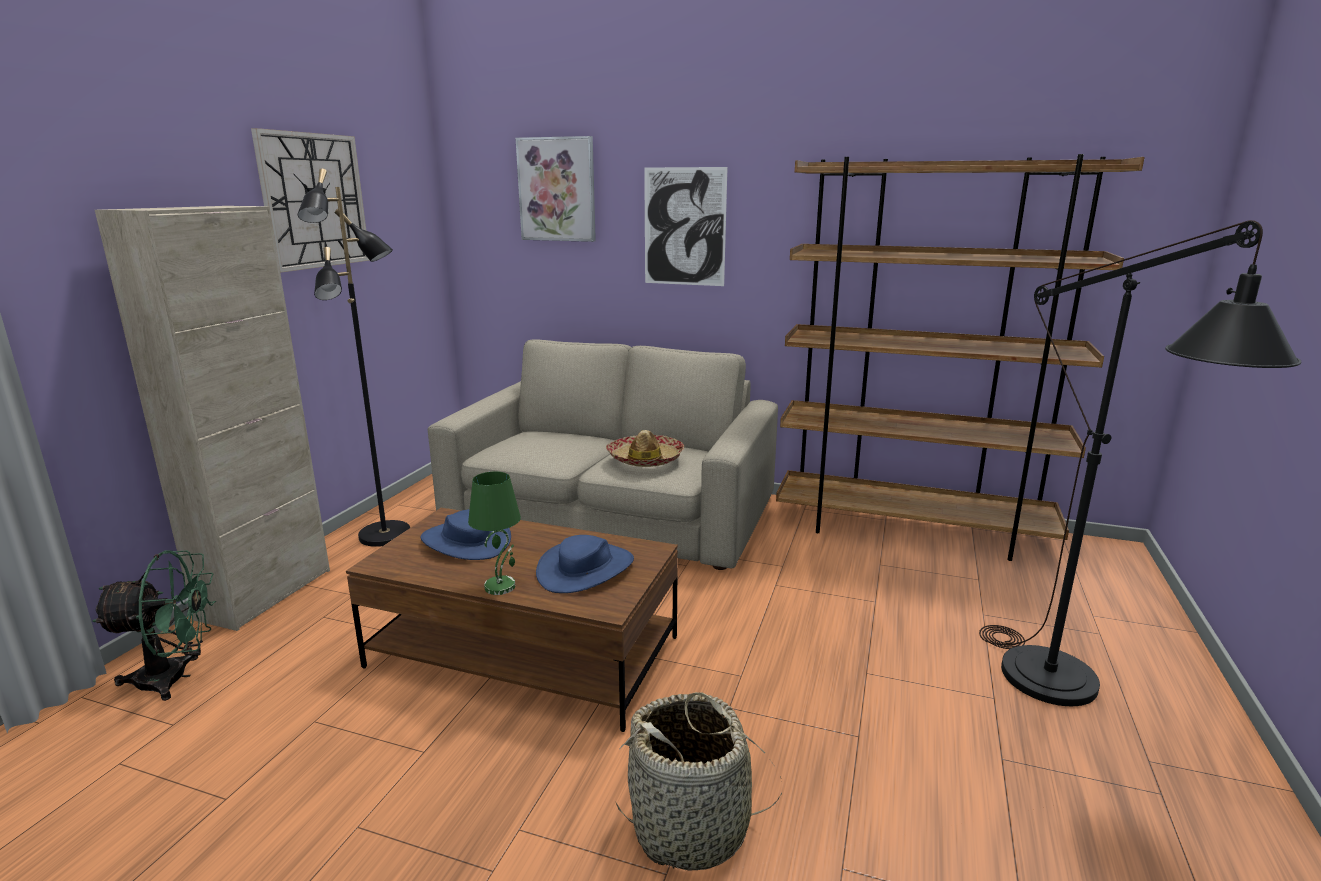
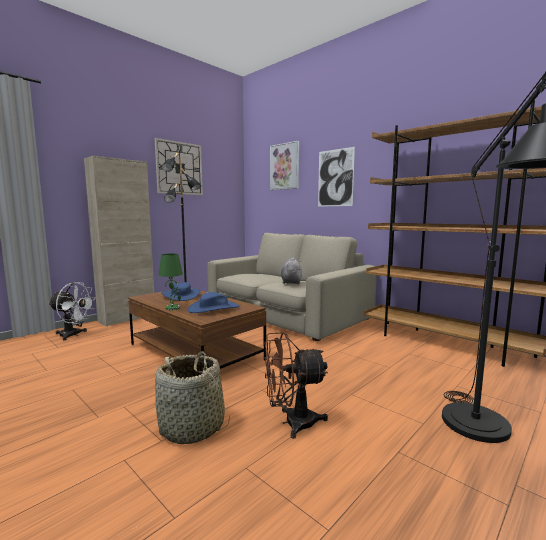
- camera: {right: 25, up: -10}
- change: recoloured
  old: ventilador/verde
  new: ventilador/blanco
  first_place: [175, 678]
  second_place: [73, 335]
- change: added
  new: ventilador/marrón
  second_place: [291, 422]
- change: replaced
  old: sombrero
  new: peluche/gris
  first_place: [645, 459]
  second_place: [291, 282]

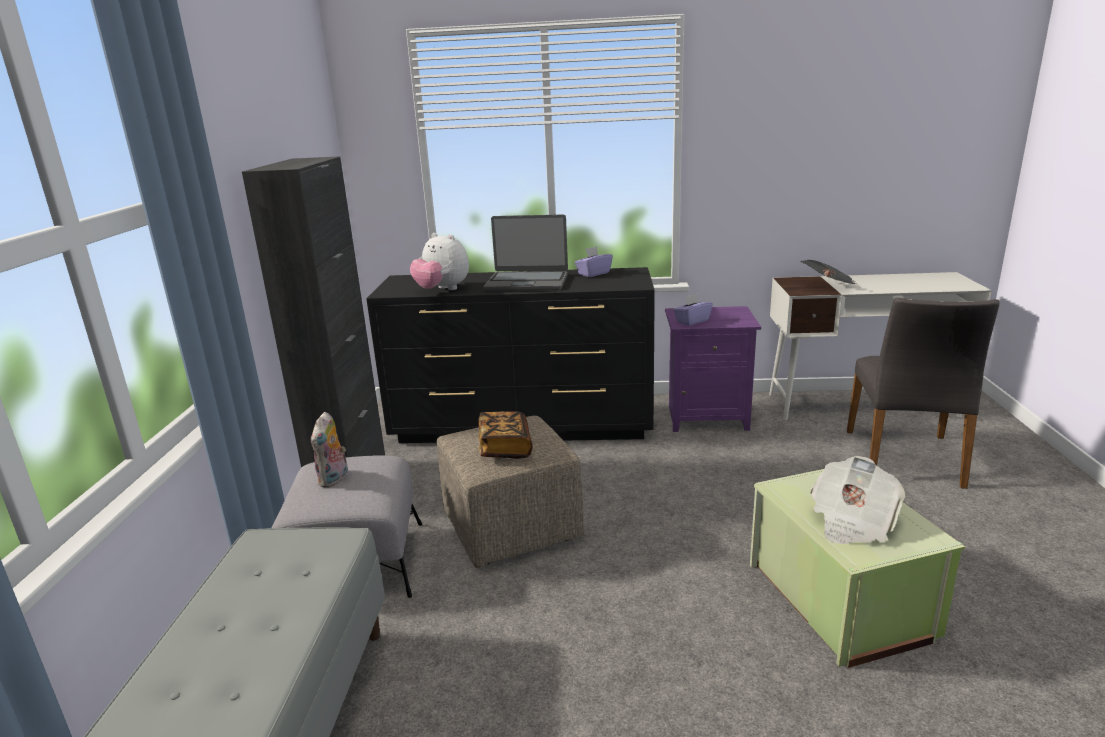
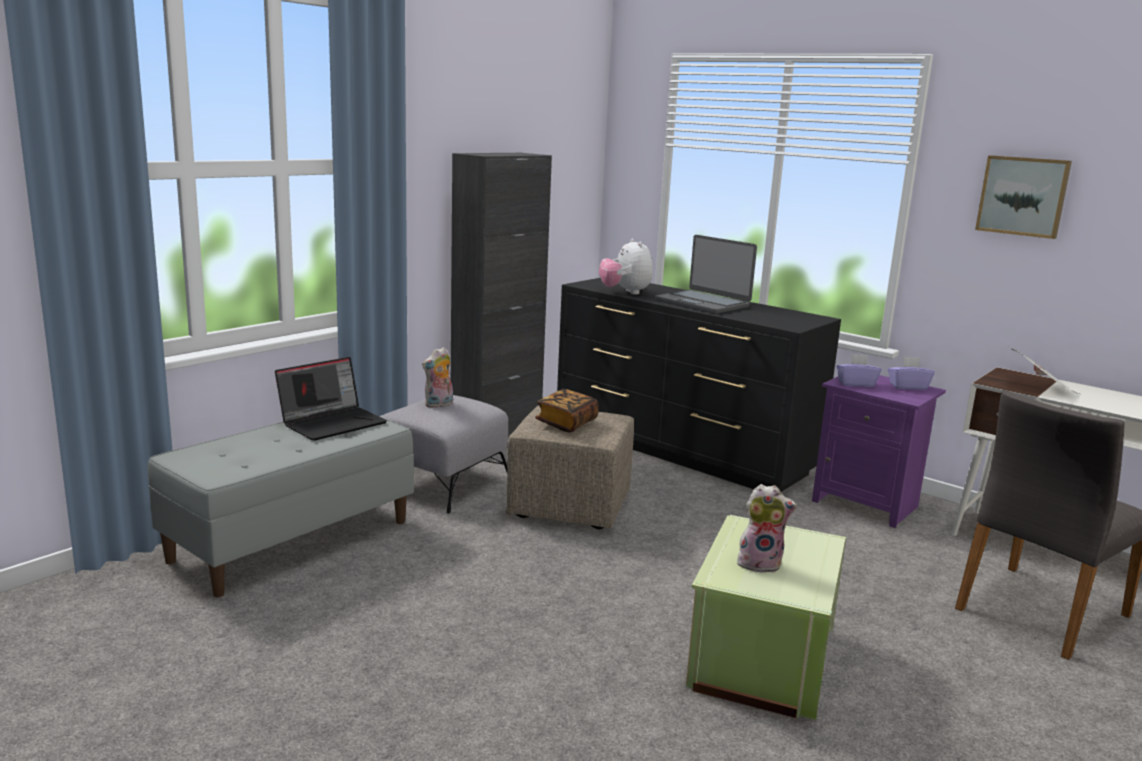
- camera: {right: 35, up: -5}
- change: added
  new: portátil
  second_place: [333, 422]
- change: replaced
  old: periódico
  new: peluche
  first_place: [852, 522]
  second_place: [760, 563]
- change: moved
  old: caja de pañuelos/morado
  first_place: [593, 273]
  second_place: [908, 386]
- change: added
  new: cuadro
  second_place: [1023, 196]

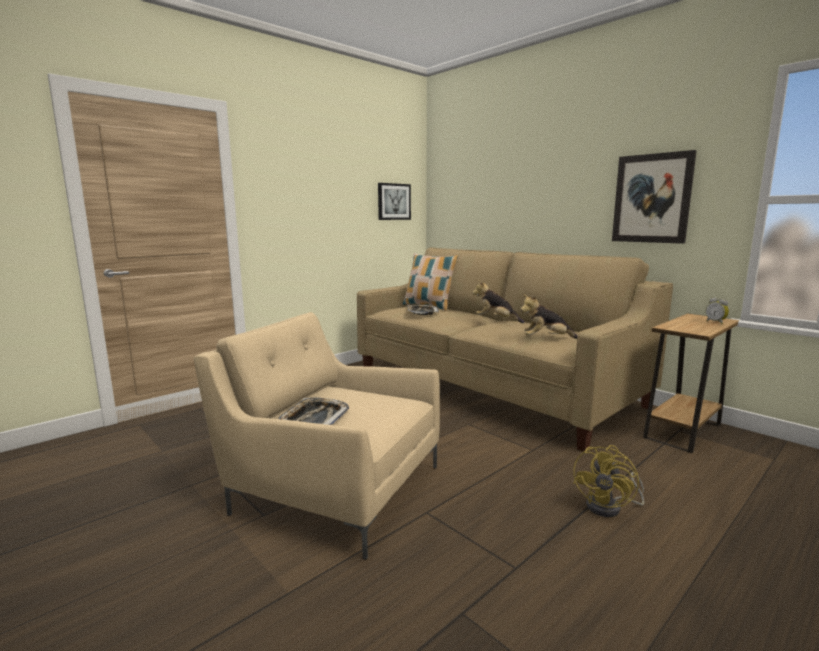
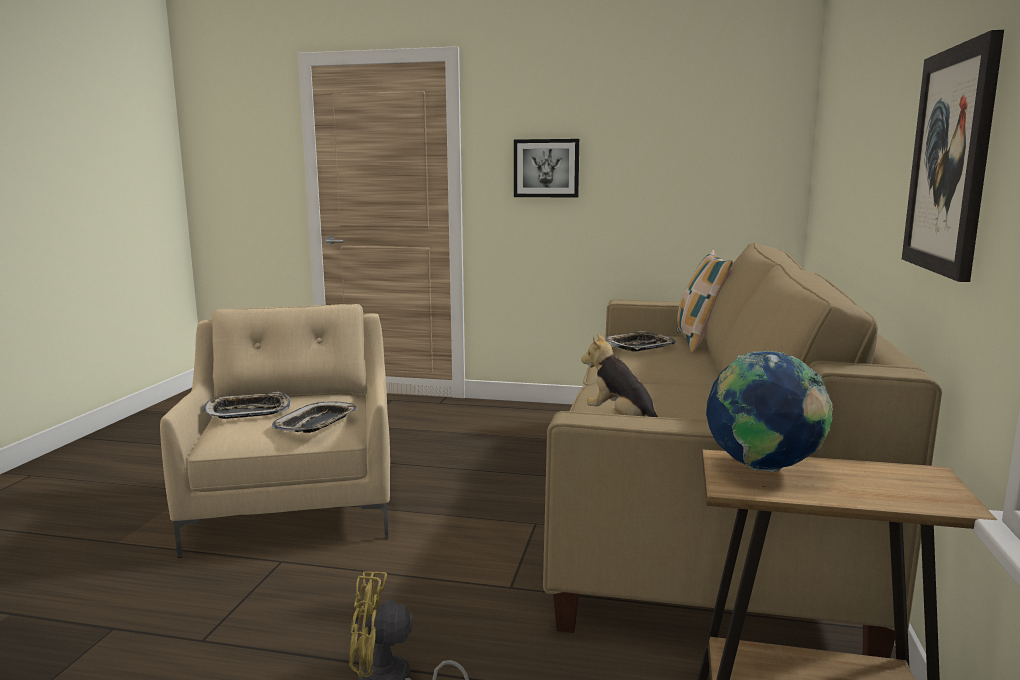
- camera: {right: 55, up: 0}
- change: added
  new: bandeja
  second_place: [317, 424]
- change: moved
  old: cuadro
  first_place: [393, 201]
  second_place: [546, 168]
- change: added
  new: globo terráqueo
  second_place: [763, 469]
- change: removed
  old: peluche
  first_place: [496, 320]
- change: removed
  old: despertador
  first_place: [716, 322]

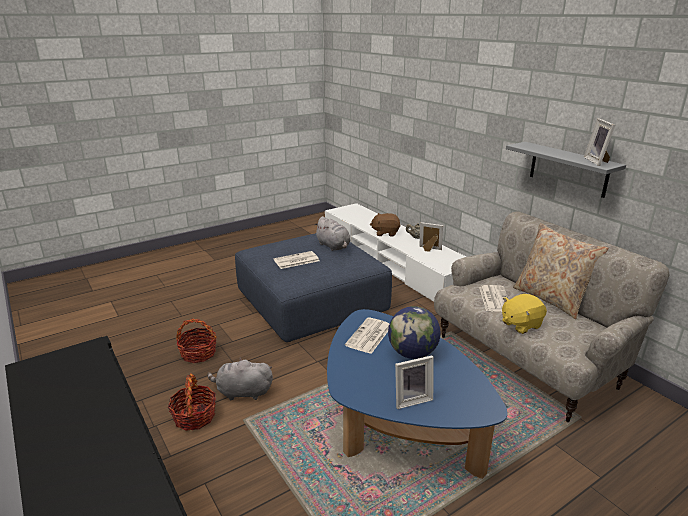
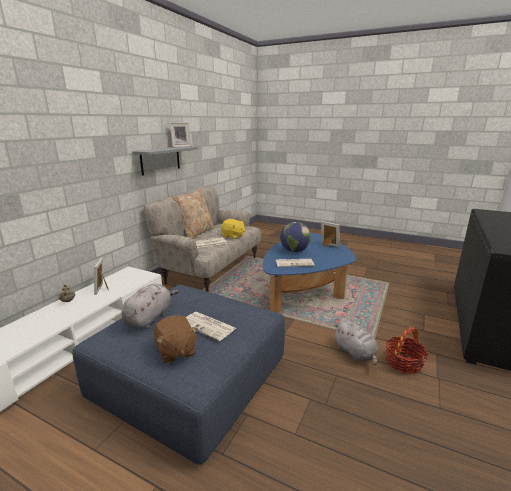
- camera: {right: -120, up: -5}
- change: moved
  old: peluche/marrón
  first_place: [385, 233]
  second_place: [176, 351]
- change: removed
  old: cesta
  first_place: [198, 353]

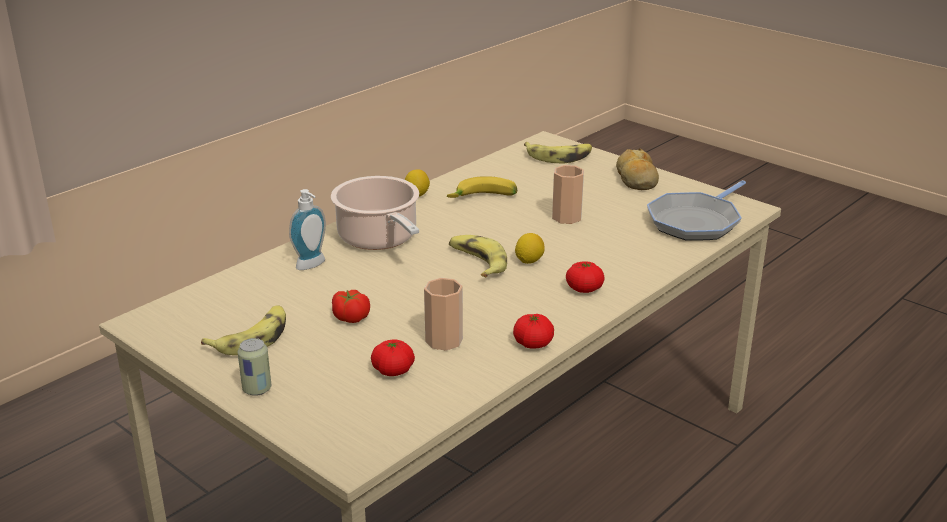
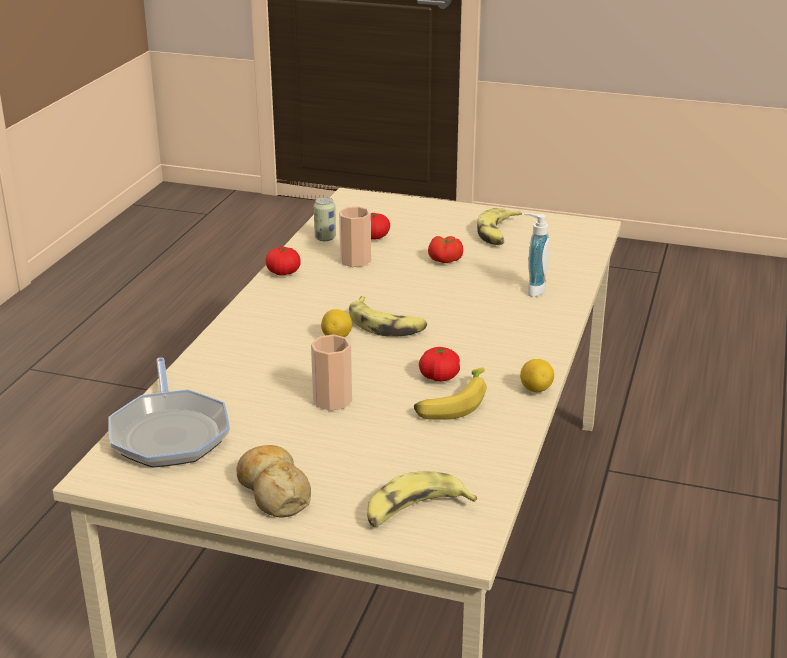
- camera: {right: 155, up: 0}
- change: turned
  old: sartén
  first_place: [696, 221]
  second_place: [169, 433]
  degrees: 150
- change: moved
  old: lata
  first_place: [257, 389]
  second_place: [325, 238]
- change: moved
  old: tomate
  first_place: [584, 289]
  second_place: [439, 377]
- change: removed
  old: olla
  first_place: [379, 239]

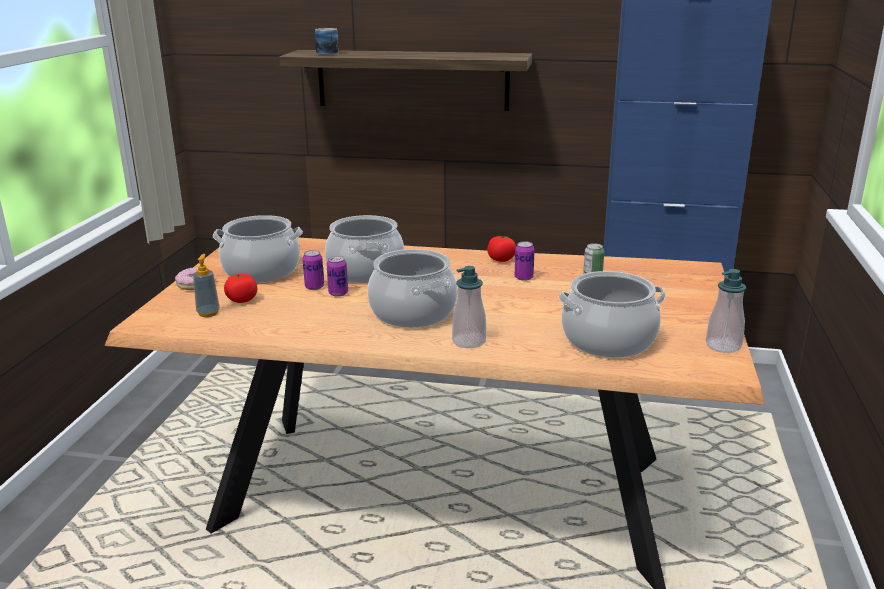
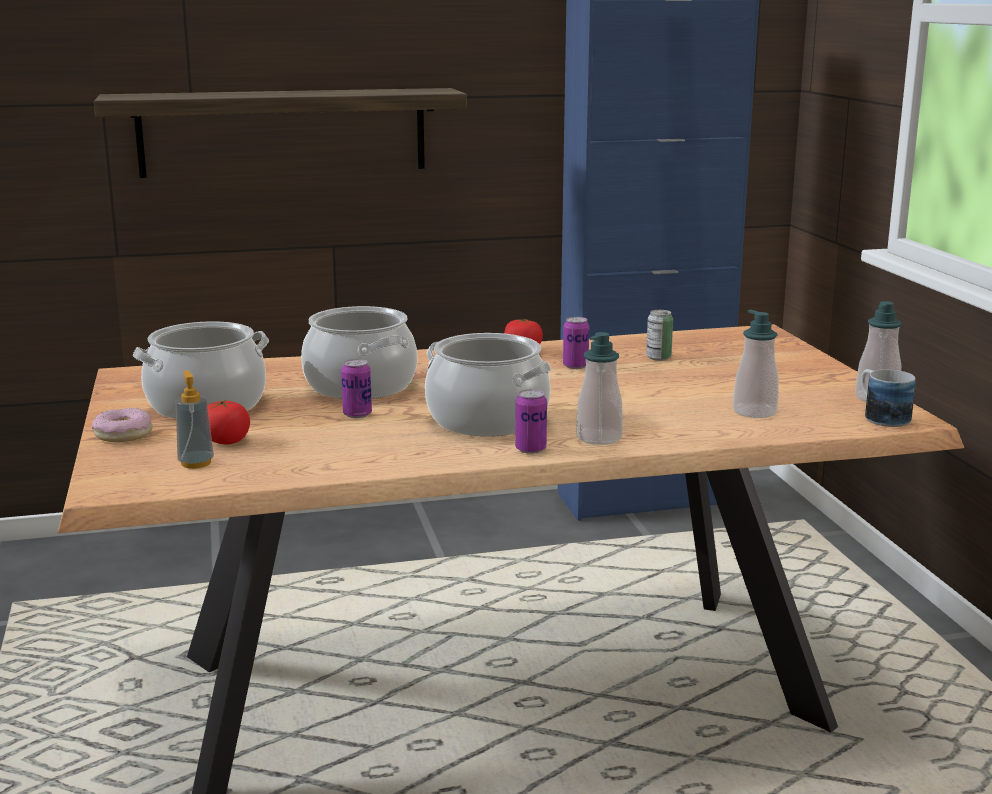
- camera: {right: -25, up: -5}
- change: moved
  old: lata
  first_place: [314, 287]
  second_place: [530, 449]
- change: replaced
  old: olla
  new: dispensador de jabón
  first_place: [608, 340]
  second_place: [754, 412]
- change: moved
  old: taza grande
  first_place: [328, 53]
  second_place: [880, 416]

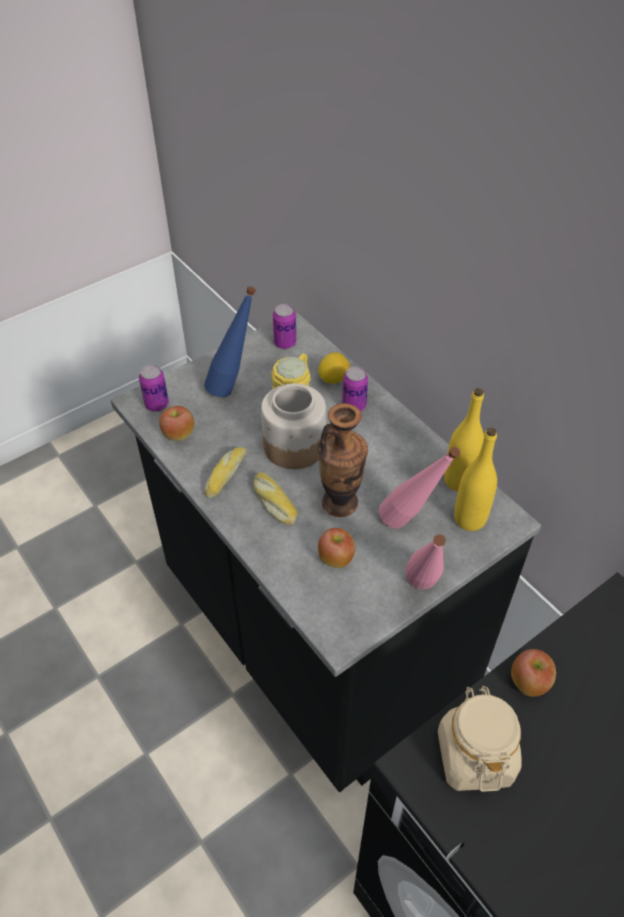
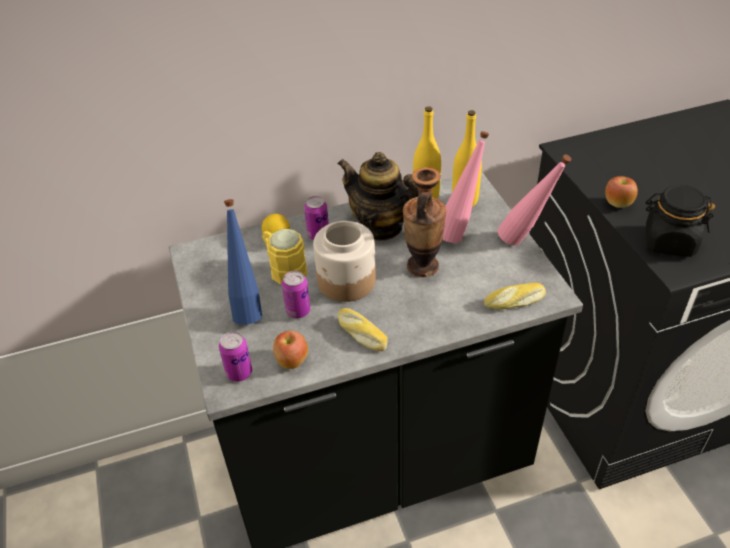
- camera: {right: -70, up: -5}
- change: moved
  old: lata
  first_place: [285, 343]
  second_place: [298, 311]
- change: added
  new: tetera
  second_place: [381, 226]
- change: moved
  old: pan
  first_place: [273, 503]
  second_place: [515, 302]
- change: recoloured
  old: tarro/beis
  new: tarro/negro
  first_place: [474, 755]
  second_place: [669, 241]
- change: removed
  old: manzana
  first_place: [336, 558]

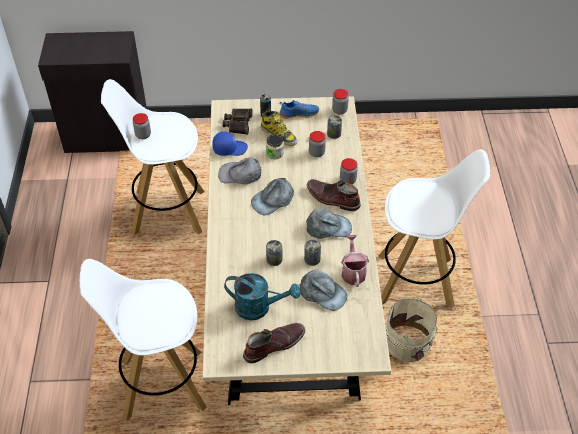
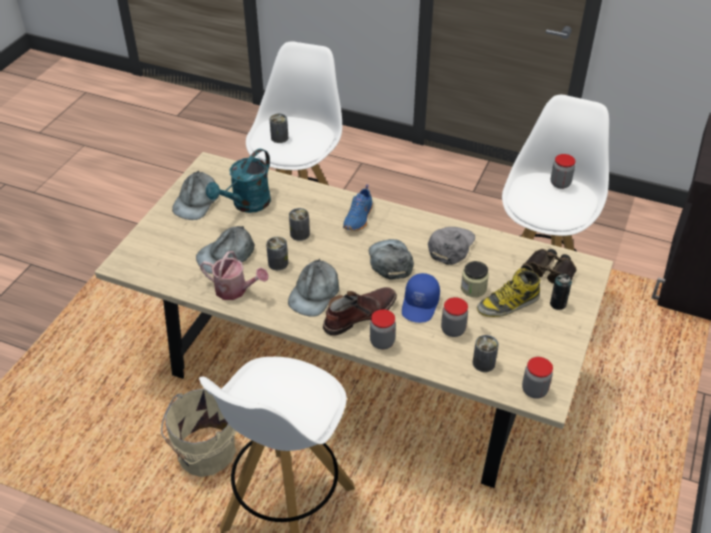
- camera: {right: 115, up: -5}
- change: replaced
  old: bota/marrón
  new: gorra/gris
  first_place: [273, 344]
  second_place: [196, 201]
- change: added
  new: lata
  second_place: [279, 137]
- change: moved
  old: zapato/azul
  first_place: [299, 113]
  second_place: [359, 218]
- change: moved
  old: gorra/azul
  first_place: [230, 148]
  second_place: [420, 305]

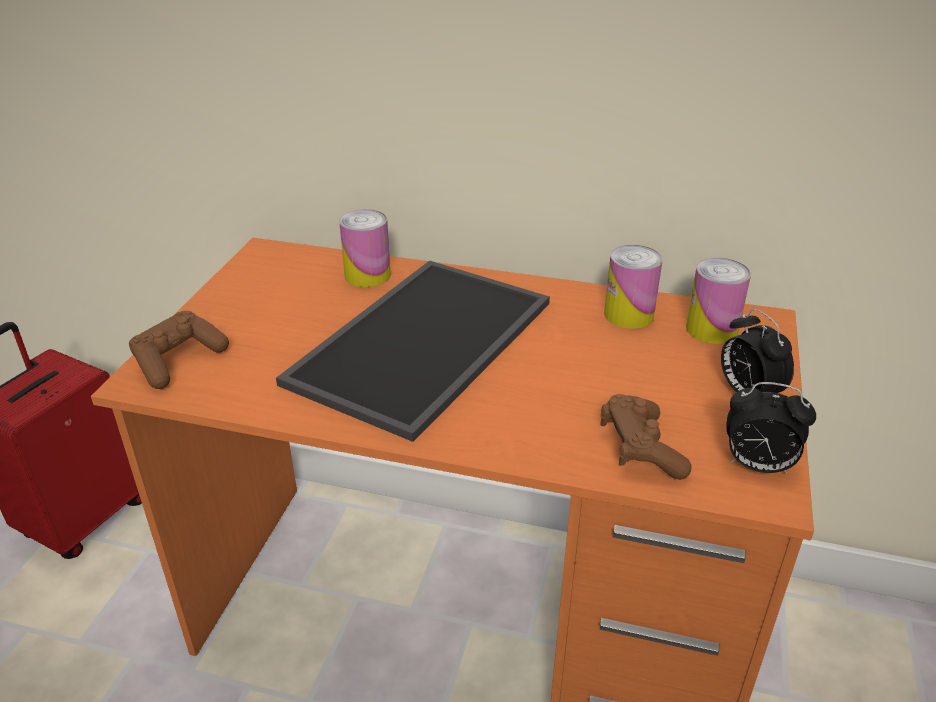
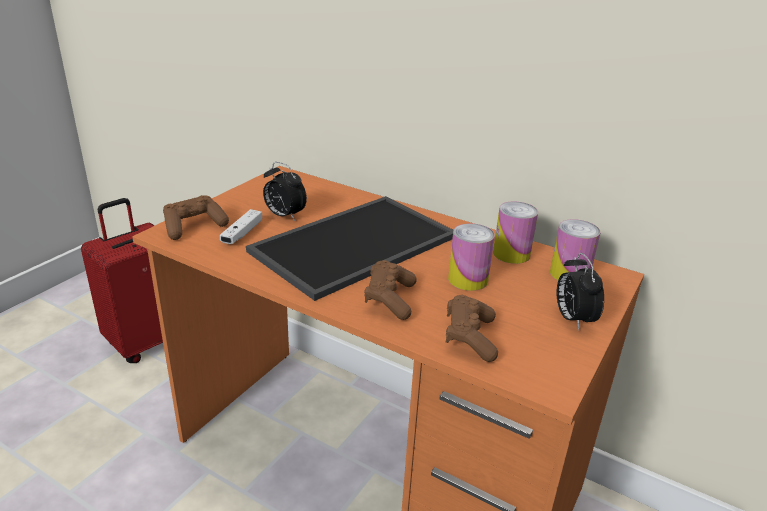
- camera: {right: 15, up: -5}
- change: added
  new: mando de consola/blanco
  second_place: [242, 233]
- change: moved
  old: despertador
  first_place: [757, 466]
  second_place: [284, 216]
- change: added
  new: mando de consola/marrón
  second_place: [390, 299]
- change: moved
  old: lata
  first_place: [367, 275]
  second_place: [468, 279]

